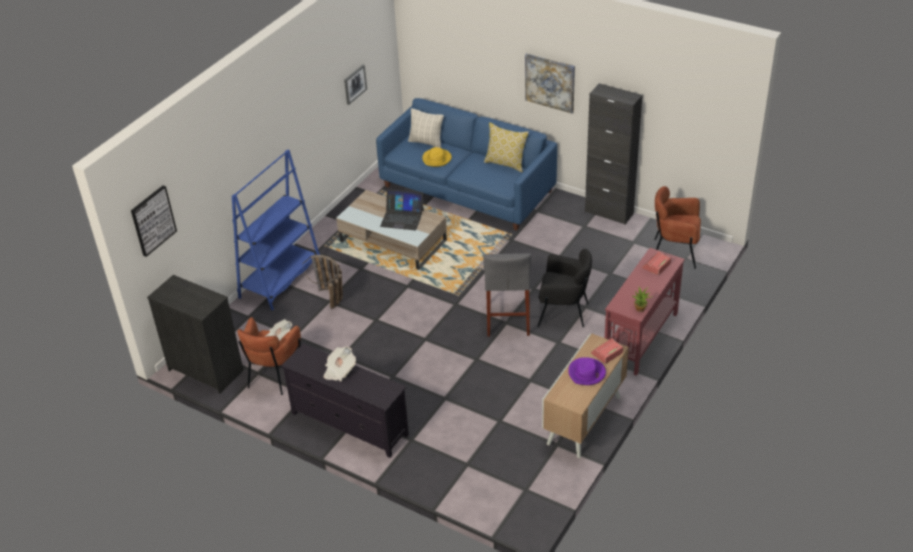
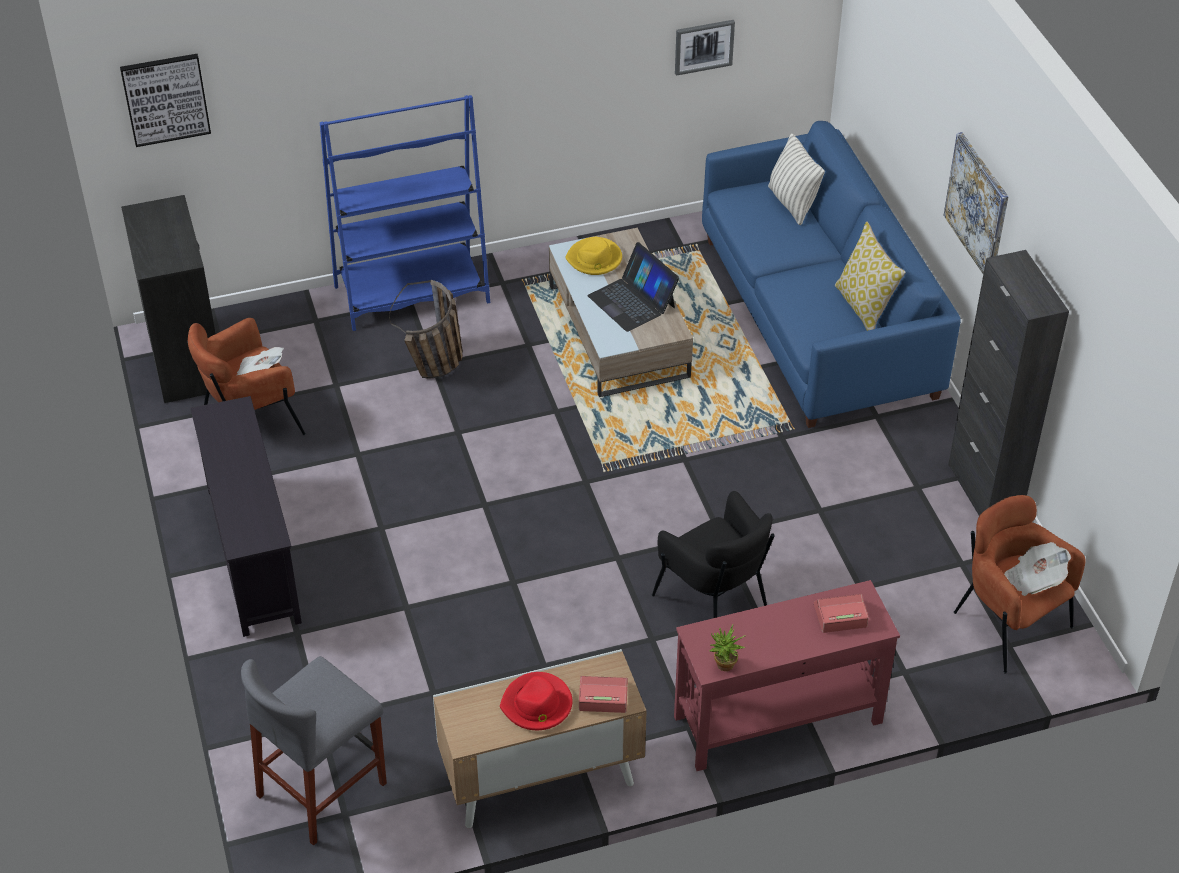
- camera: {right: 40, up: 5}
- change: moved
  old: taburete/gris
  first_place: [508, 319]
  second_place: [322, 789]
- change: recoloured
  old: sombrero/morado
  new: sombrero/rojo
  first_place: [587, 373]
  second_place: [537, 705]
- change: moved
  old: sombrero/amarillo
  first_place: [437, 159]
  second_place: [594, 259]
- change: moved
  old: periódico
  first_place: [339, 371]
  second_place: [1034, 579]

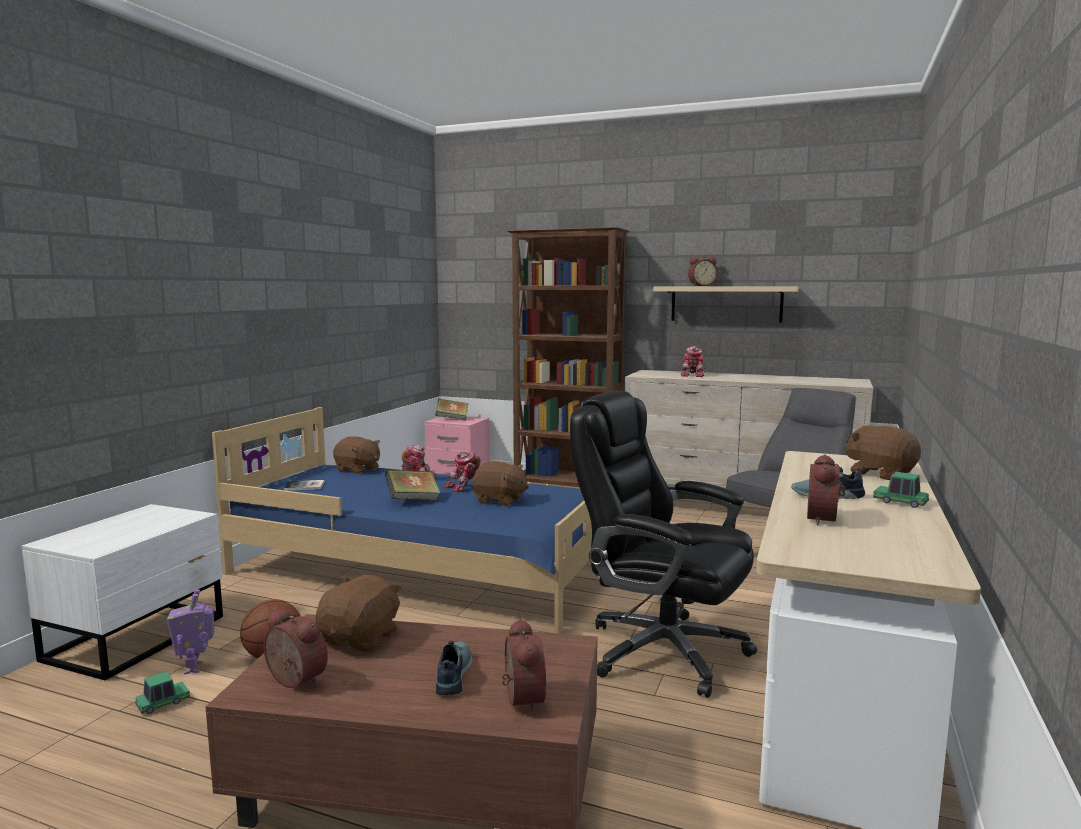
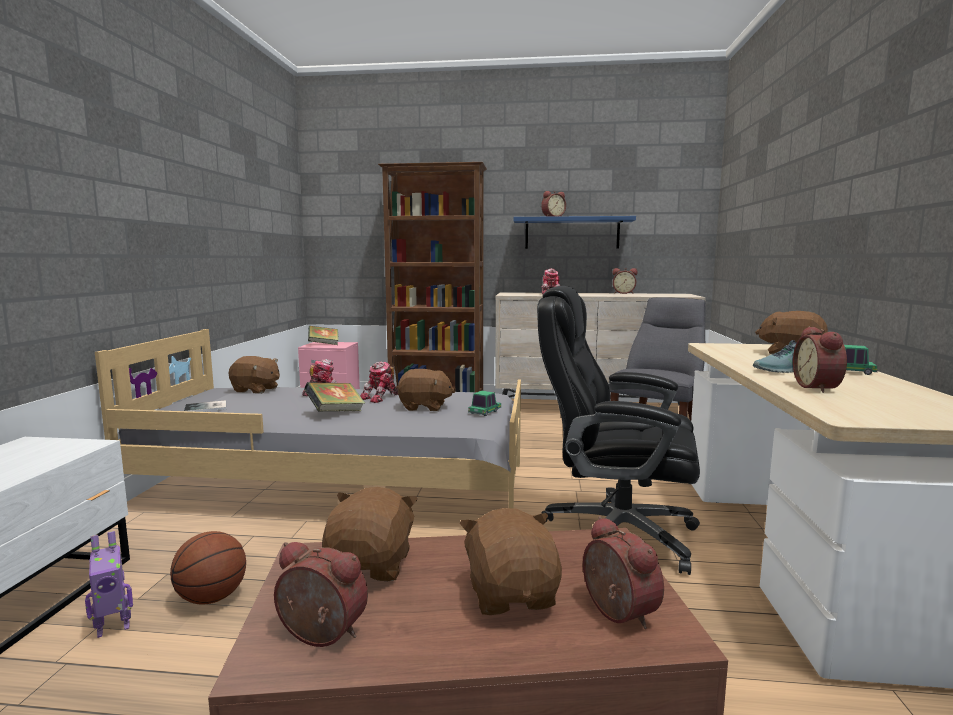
- camera: {right: -15, up: 0}
- change: turned
  old: robot de juguete
  first_place: [195, 667]
  second_place: [113, 627]
  degrees: -90
- change: recoloured
  old: cama/azul
  new: cama/gris
  first_place: [423, 570]
  second_place: [340, 484]
- change: replaced
  old: zapato
  new: peluche/marrón
  first_place: [451, 675]
  second_place: [512, 594]
- change: moved
  old: coche de juguete
  first_place: [163, 703]
  second_place: [484, 412]
- change: recoloured
  old: estante/beis
  new: estante/azul
  first_place: [726, 304]
  second_place: [572, 233]
- change: added
  new: despertador
  second_place: [623, 293]

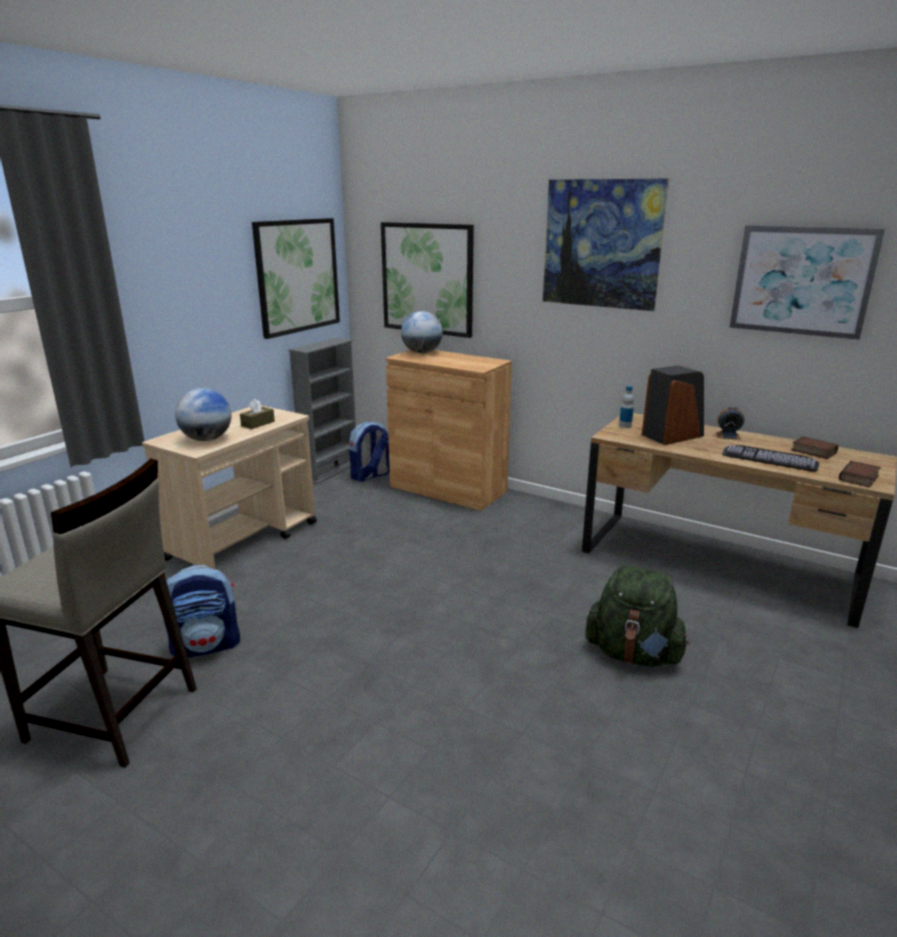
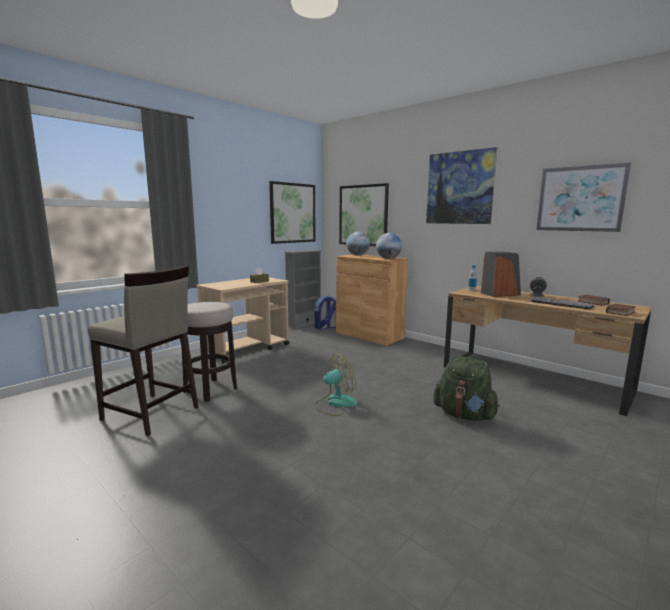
- camera: {right: 10, up: -10}
- change: replaced
  old: mochila
  new: taburete
  first_place: [207, 645]
  second_place: [211, 390]
- change: added
  new: ventilador
  second_place: [335, 403]
- change: moved
  old: globo terráqueo
  first_place: [207, 439]
  second_place: [388, 258]

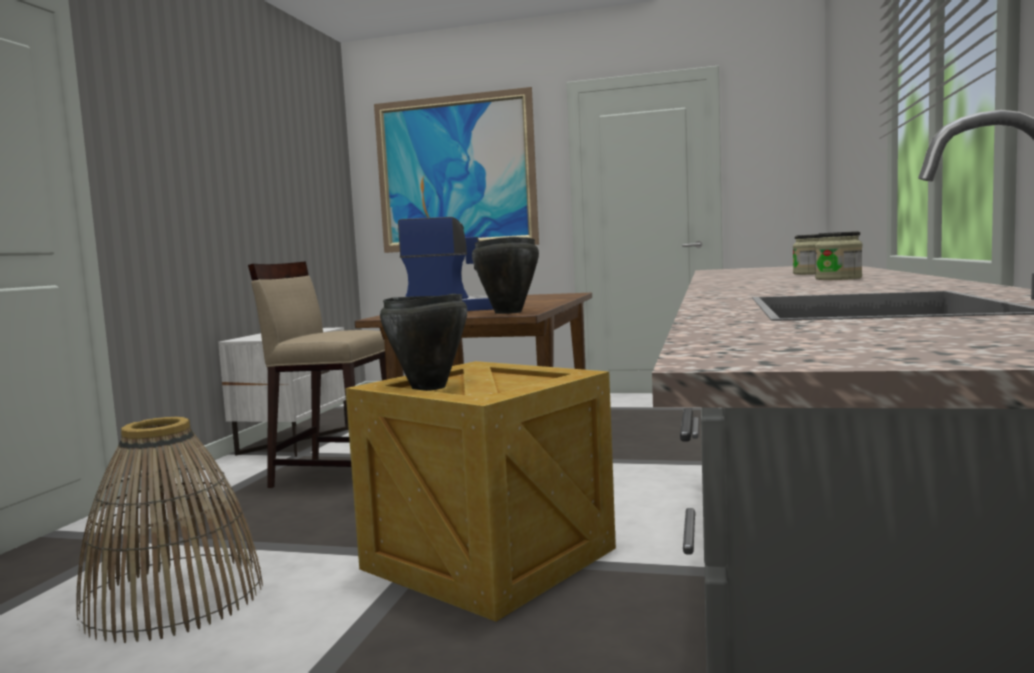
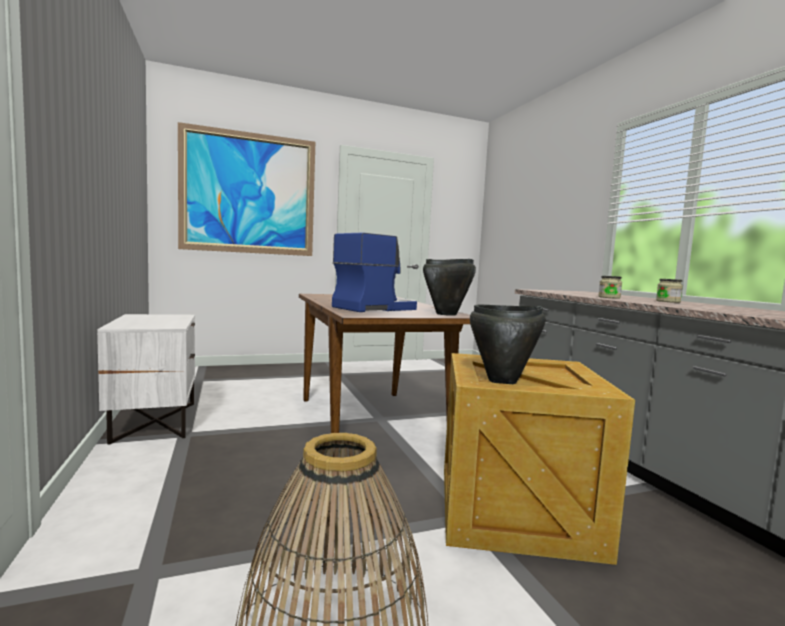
- camera: {right: -35, up: 0}
- change: moved
  old: tarro
  first_place: [838, 278]
  second_place: [609, 297]
- change: removed
  old: taburete/beis
  first_place: [335, 474]

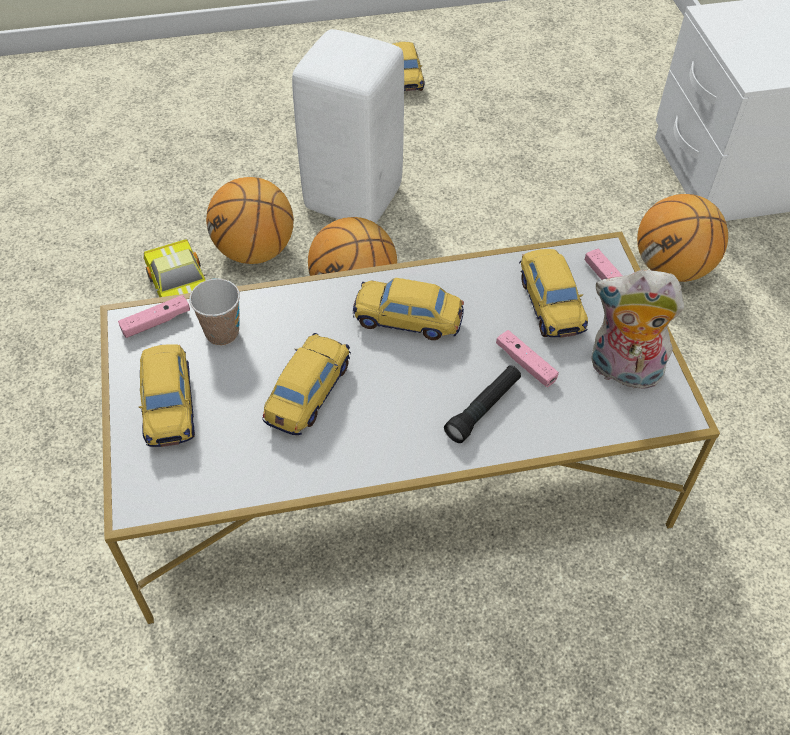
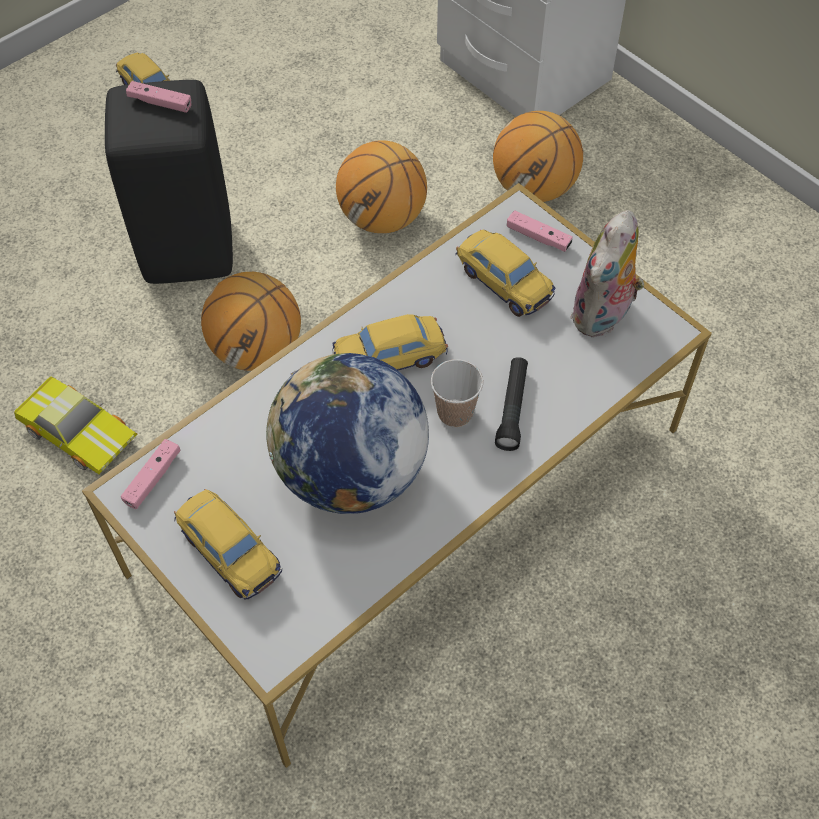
- camera: {right: -30, up: 5}
- change: recoloured
  old: taburete/blanco
  new: taburete/negro
  first_place: [354, 199]
  second_place: [190, 252]
- change: moved
  old: mando de consola/rosa
  first_place: [525, 364]
  second_place: [160, 103]
- change: replaced
  old: coche de juguete
  new: globo terráqueo
  first_place: [308, 393]
  second_place: [350, 473]
- change: moved
  old: balón de baloncesto
  first_place: [255, 251]
  second_place: [383, 218]
- change: moved
  old: taza
  first_place: [222, 333]
  second_place: [455, 413]
- change: turned
  old: peluche
  first_place: [622, 371]
  second_place: [603, 316]
  degrees: -45

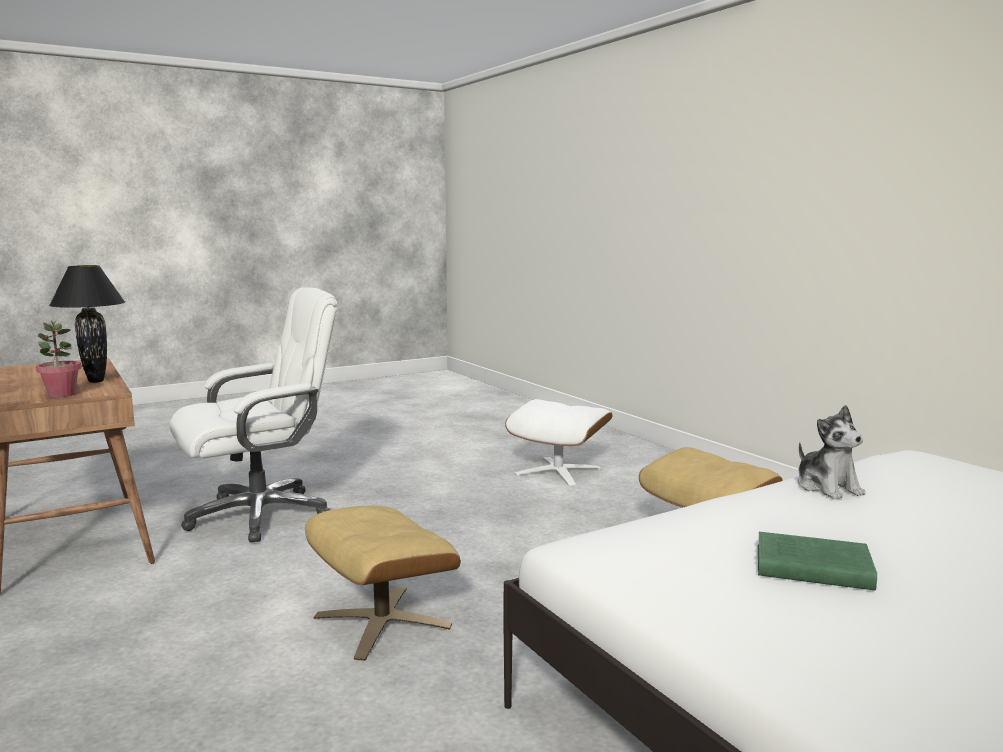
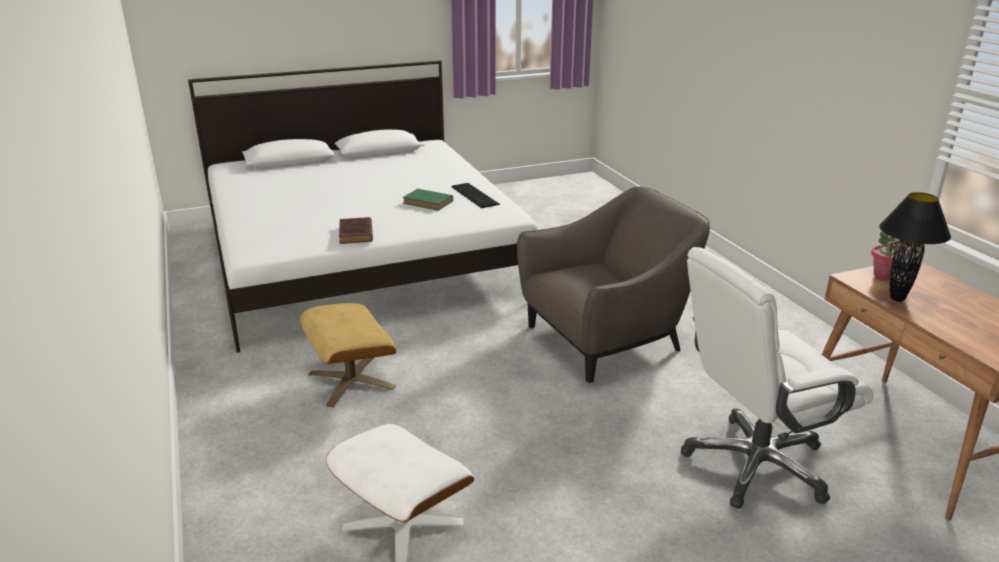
- camera: {right: -170, up: 15}
- change: replaced
  old: peluche
  new: libro/marrón
  first_place: [827, 487]
  second_place: [356, 234]
- change: added
  new: teclado
  second_place: [475, 195]
- change: replaced
  old: puf/beis
  new: sillón/gris
  first_place: [381, 621]
  second_place: [606, 339]

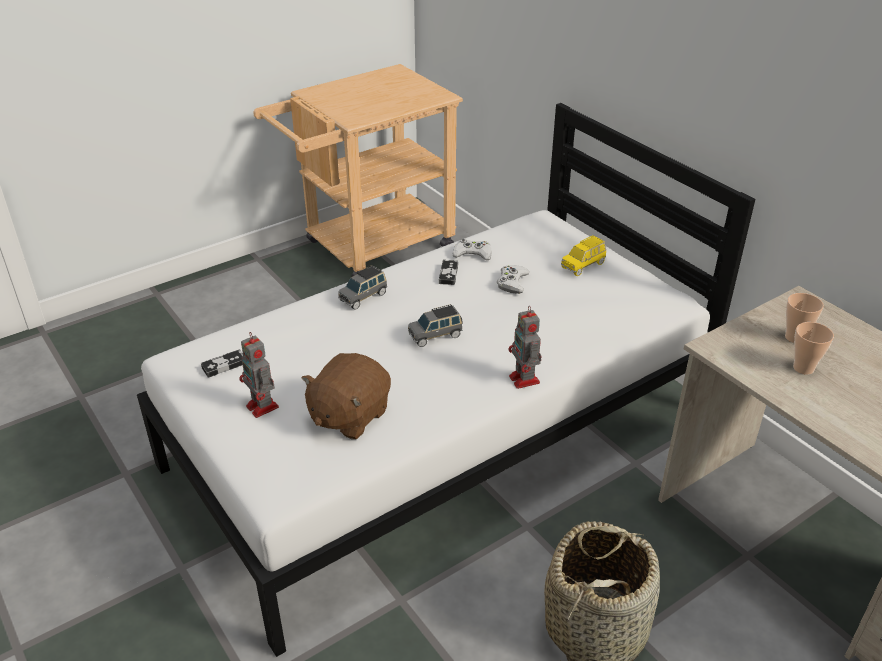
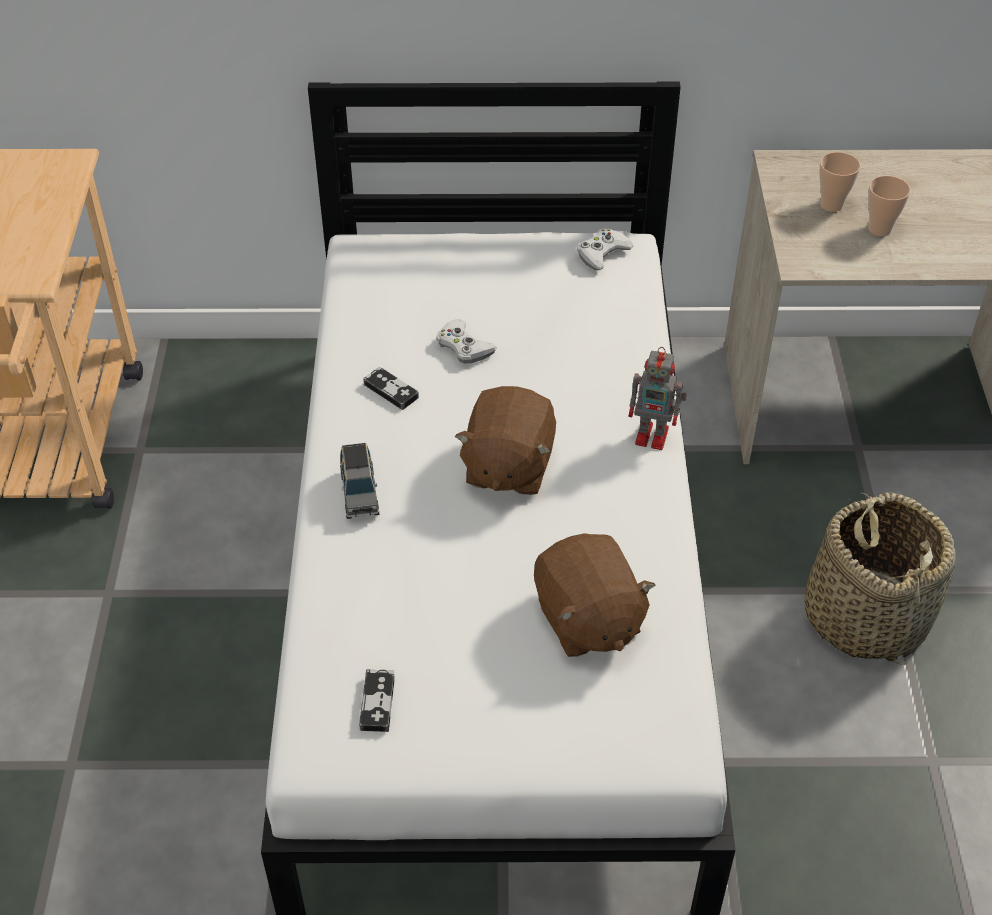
- camera: {right: -55, up: 10}
- change: replaced
  old: coche de juguete/gris
  new: peluche/marrón
  first_place: [436, 336]
  second_place: [507, 466]
- change: moved
  old: mando de consola/blanco
  first_place: [472, 254]
  second_place: [602, 253]
- change: removed
  old: robot de juguete
  first_place: [263, 407]
- change: removed
  old: coche de juguete/amarillo
  first_place: [583, 265]

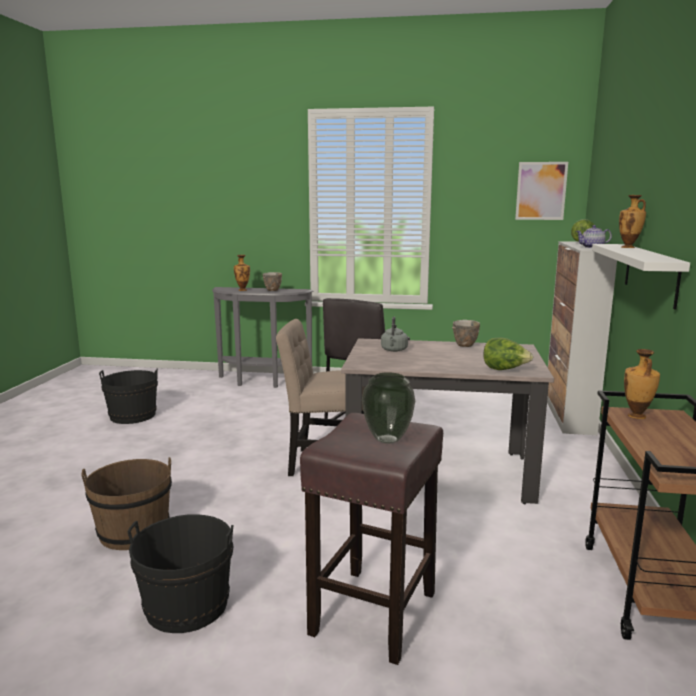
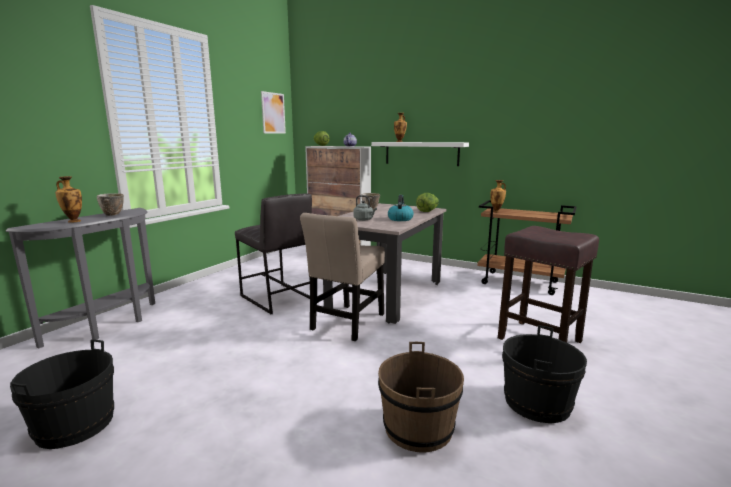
- camera: {right: -70, up: 0}
- change: added
  new: hervidor
  second_place: [400, 219]
- change: removed
  old: florero
  first_place: [388, 439]

